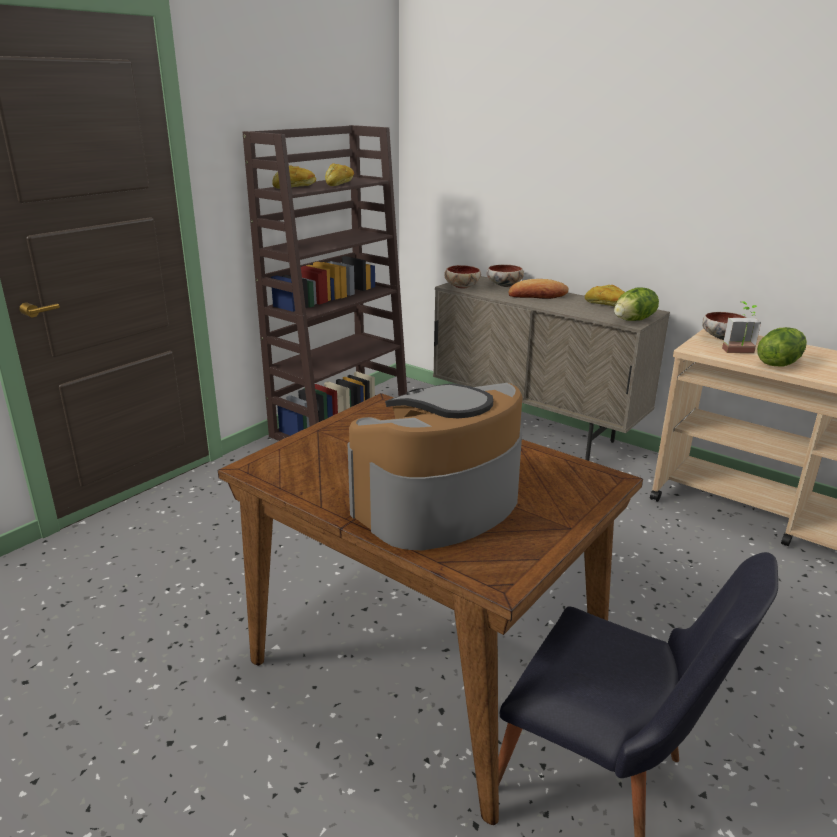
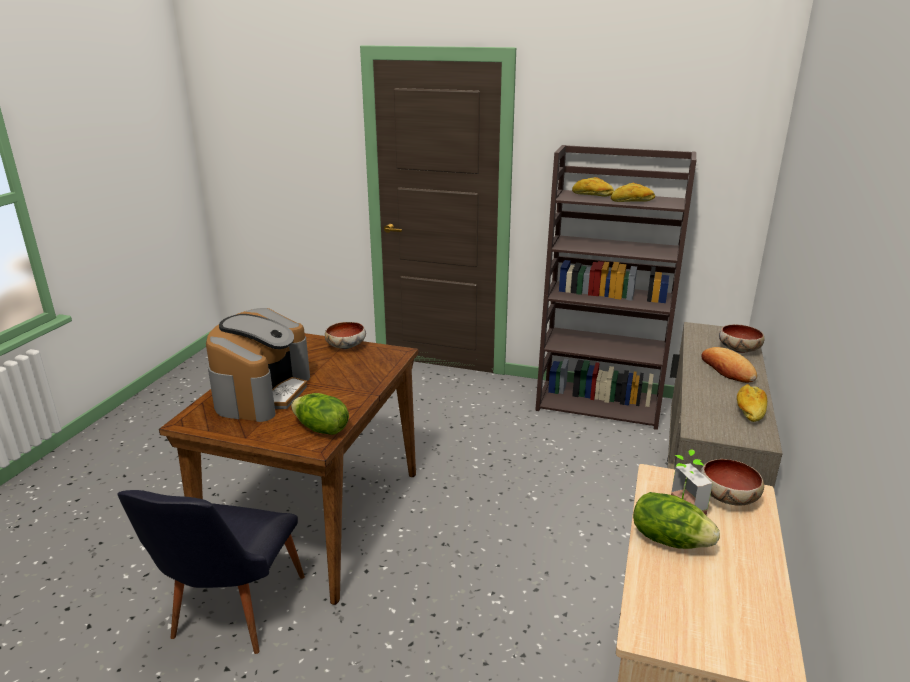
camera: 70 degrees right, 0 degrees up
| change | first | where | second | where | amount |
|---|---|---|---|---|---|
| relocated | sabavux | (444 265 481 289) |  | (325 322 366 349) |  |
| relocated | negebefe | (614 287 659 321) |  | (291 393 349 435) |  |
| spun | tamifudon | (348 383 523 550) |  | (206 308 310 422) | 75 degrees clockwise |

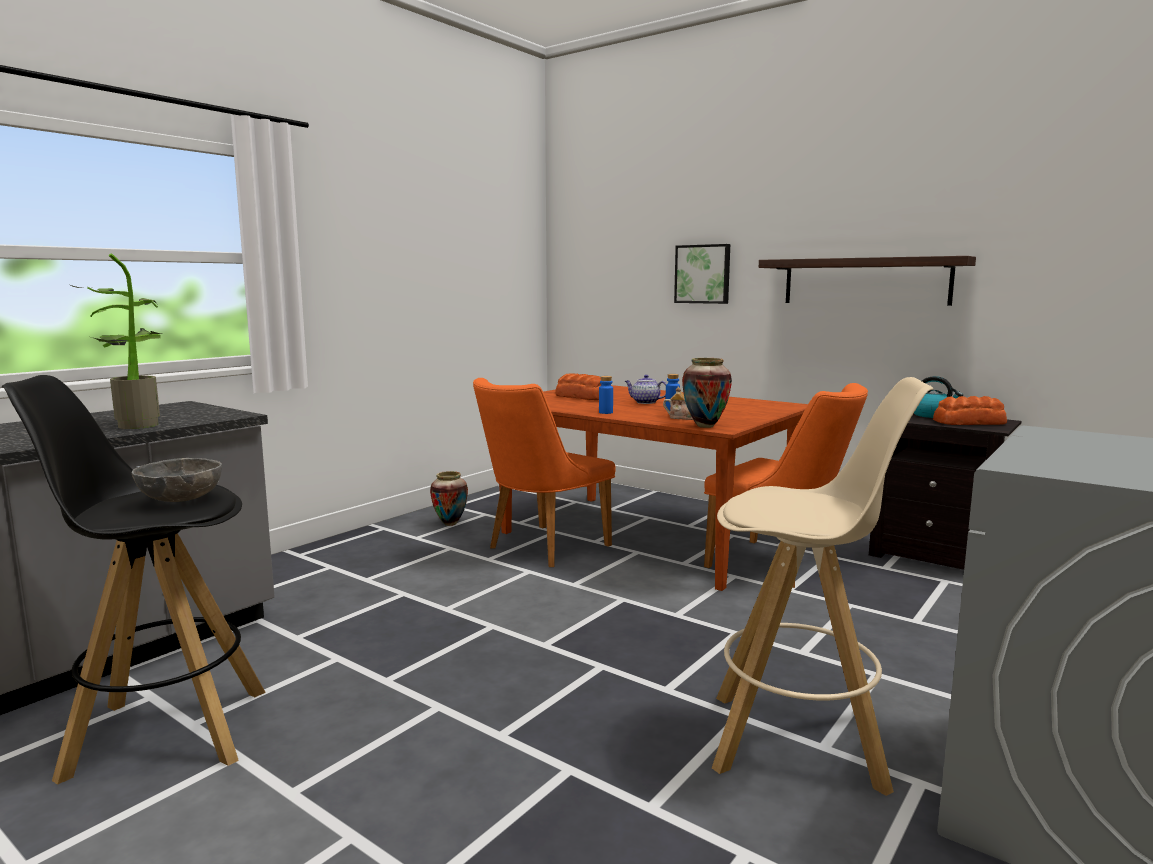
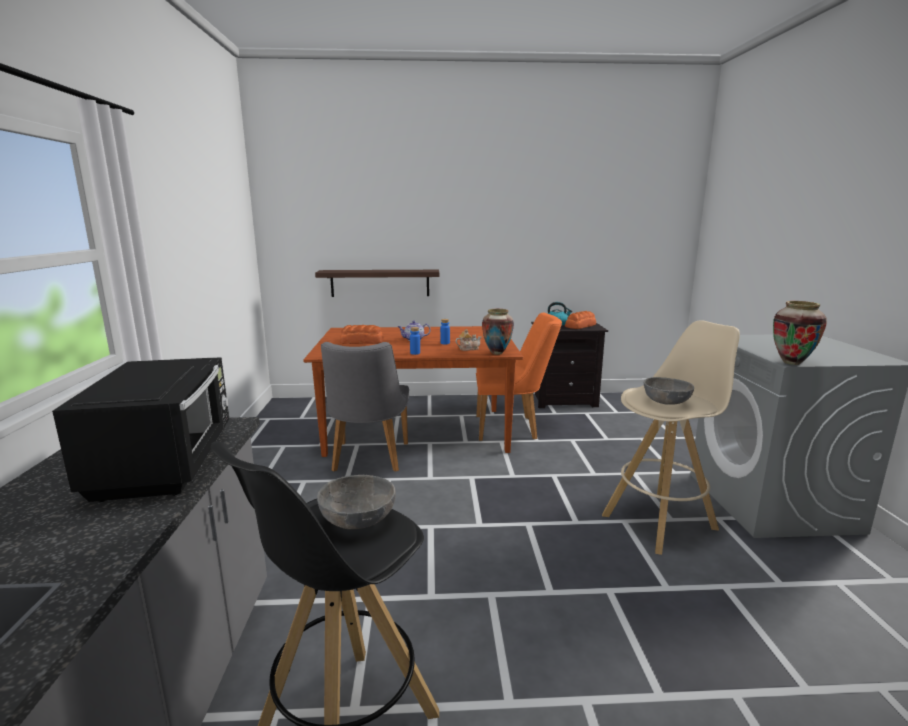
camera: 40 degrees left, 5 degrees up
| change | first | where | second | where | amount |
|---|---|---|---|---|---|
| missing | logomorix | (674 244 730 304) |  |  |  |
| exchanged | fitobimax | (71 253 161 429) | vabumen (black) | (52 357 229 502) |  |
| relocated | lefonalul | (759 256 976 306) |  | (315 270 439 297) |  |
| colour | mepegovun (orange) | (473 378 616 567) | mepegovun (grey) | (321 342 409 472) |  |
| relocated | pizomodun | (430 471 468 526) |  | (773 301 827 365) |  |
| appeared |  |  | sabavux (grey) | (644 377 694 404) |  |

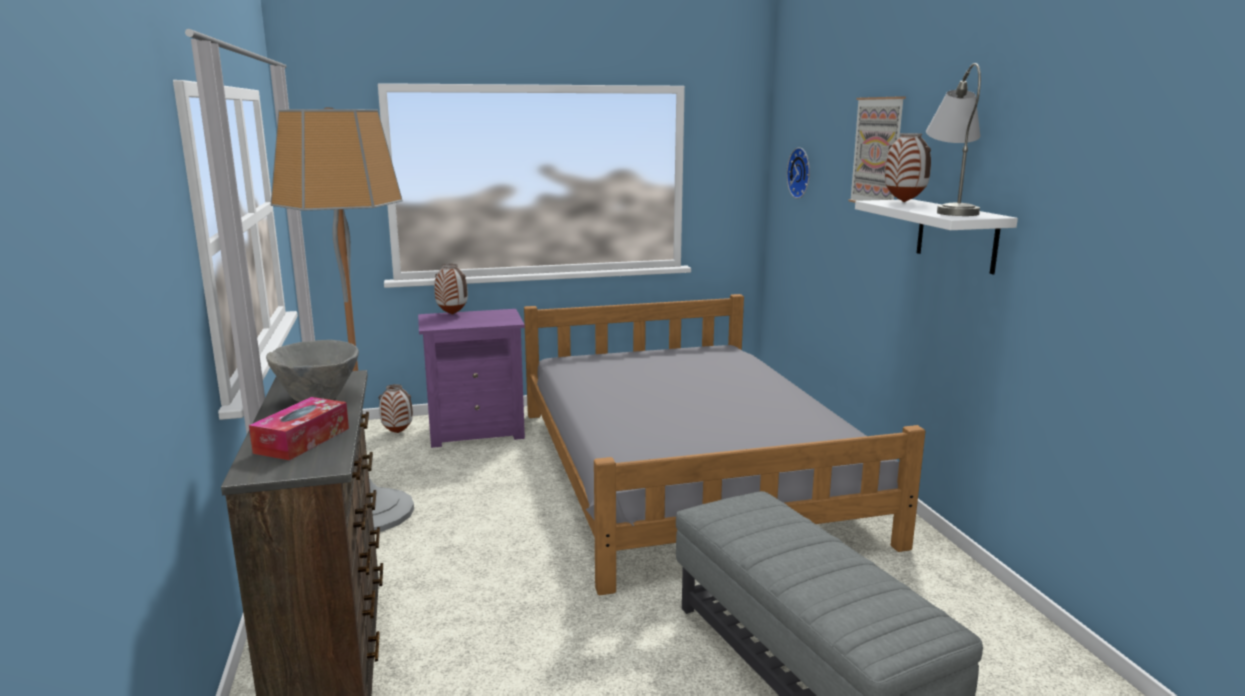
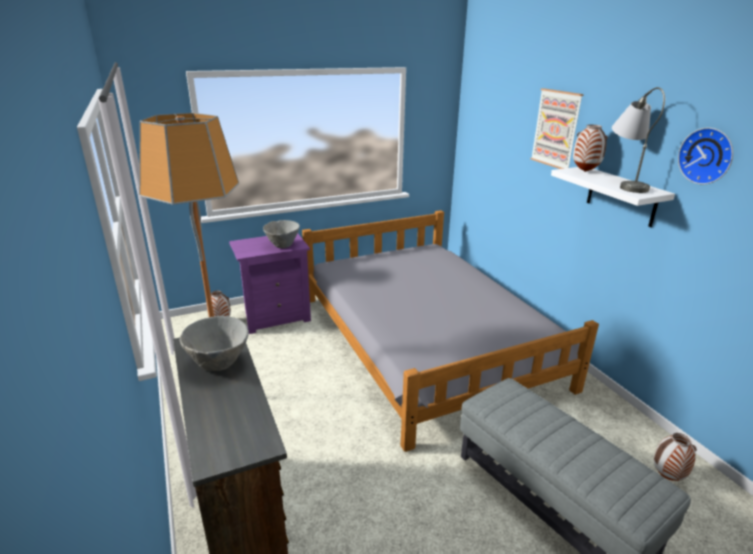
camera: 10 degrees left, 10 degrees up
| change | first | where | second | where | amount |
|---|---|---|---|---|---|
| relocated | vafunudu | (787 148 810 199) |  | (678 128 733 184) |  |
| relocated | pizomodun | (434 264 468 315) |  | (654 433 697 481) |  |
| missing | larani | (249 397 349 460) |  |  |  |
| appeared |  |  | sabavux (grey) | (263 220 300 248) |  |

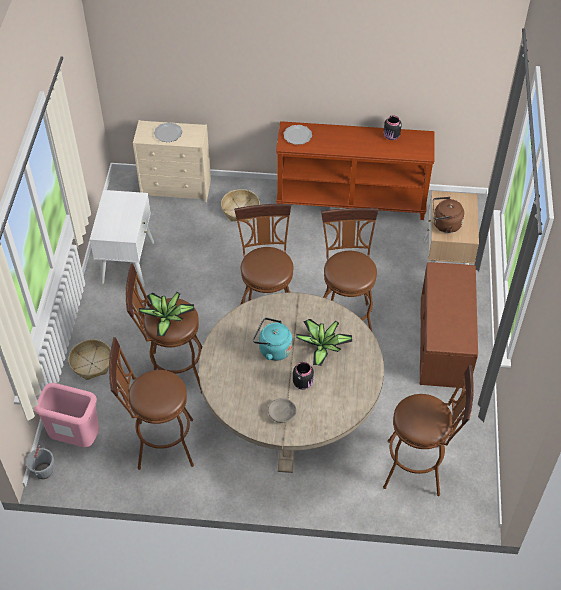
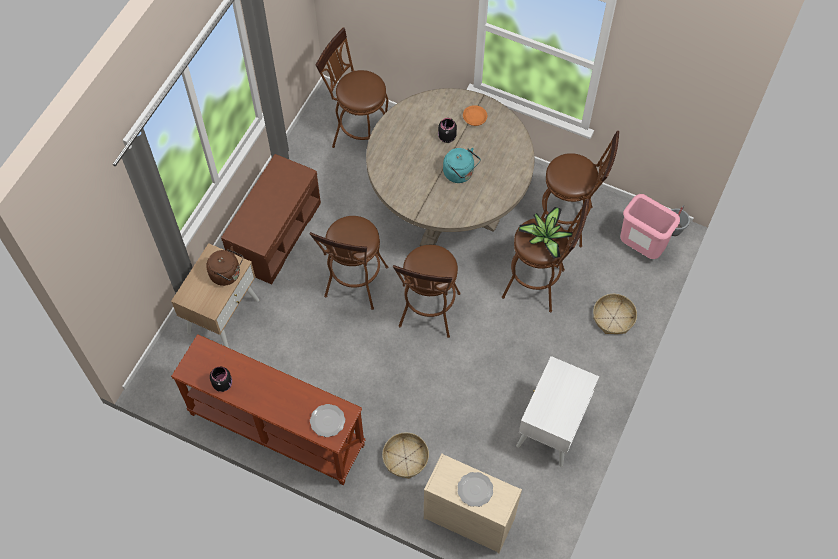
camera: 160 degrees left, 10 degrees up
| change | first | where | second | where | amount |
|---|---|---|---|---|---|
| missing | fitobimax | (296 319 352 366) |  |  |  |
| colour | sabavux (grey) | (268 398 296 423) | sabavux (orange) | (463 105 487 126) |  |

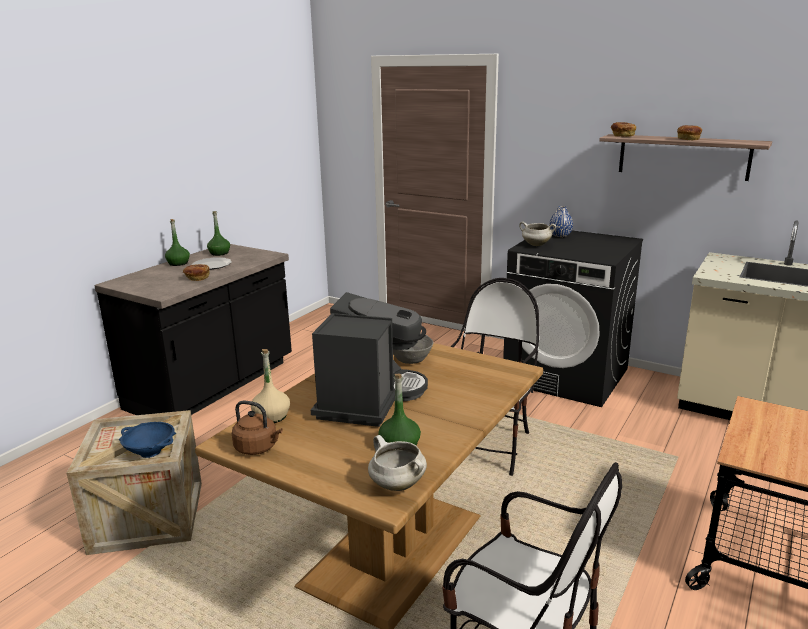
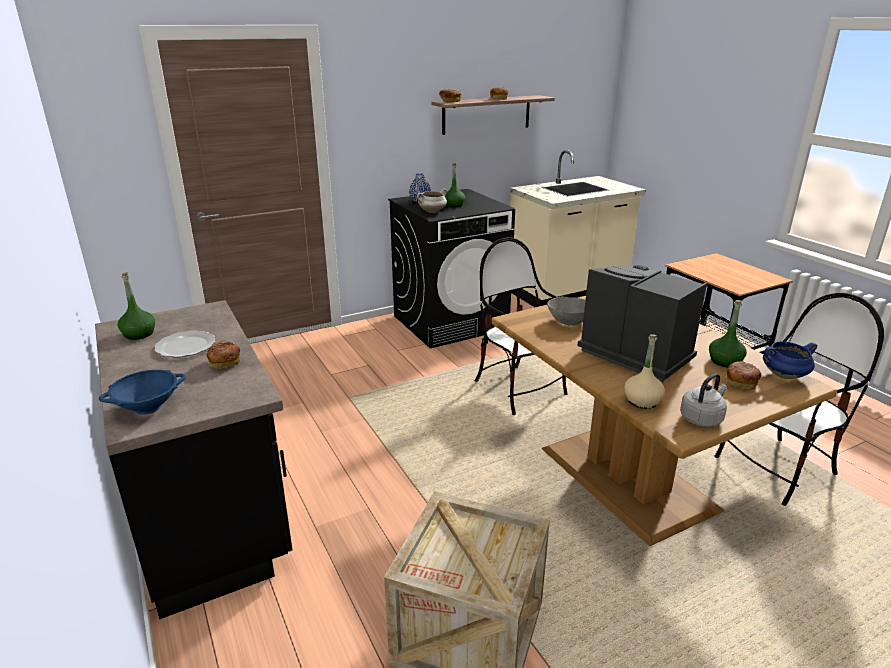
camera: 60 degrees left, 5 degrees up
| change | first | where | second | where | amount |
|---|---|---|---|---|---|
| relocated | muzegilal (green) | (165 219 190 266) |  | (445 163 465 207) |  |
| colour | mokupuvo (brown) | (232 400 283 455) | mokupuvo (grey) | (680 373 727 427) |  |
| relocated | sabavux (blue) | (119 422 176 458) |  | (99 370 186 415) |  |
| colour | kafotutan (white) | (368 435 427 491) | kafotutan (blue) | (763 341 817 379) |  |
| appeared |  |  | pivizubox | (725 361 761 390) |  |

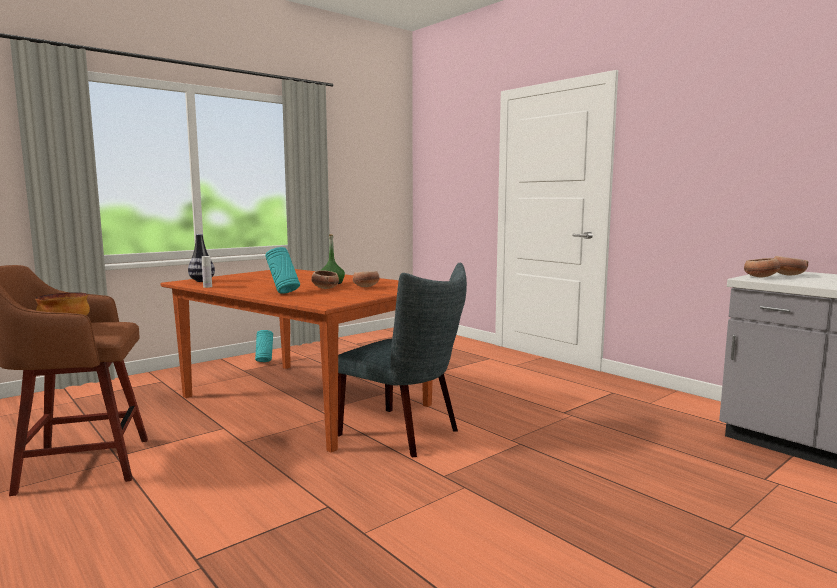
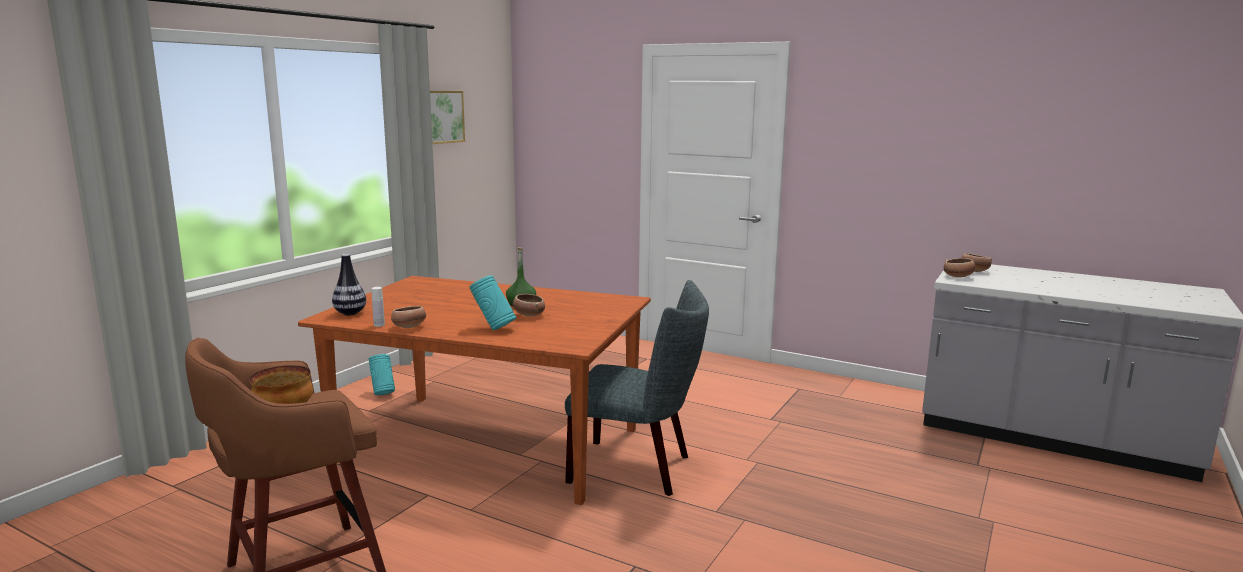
camera: 20 degrees left, 5 degrees up
| change | first | where | second | where | amount |
|---|---|---|---|---|---|
| relocated | sabavux | (353 271 380 287) |  | (391 306 426 328) |  |
| appeared |  |  | logomorix | (430 91 465 144) |  |

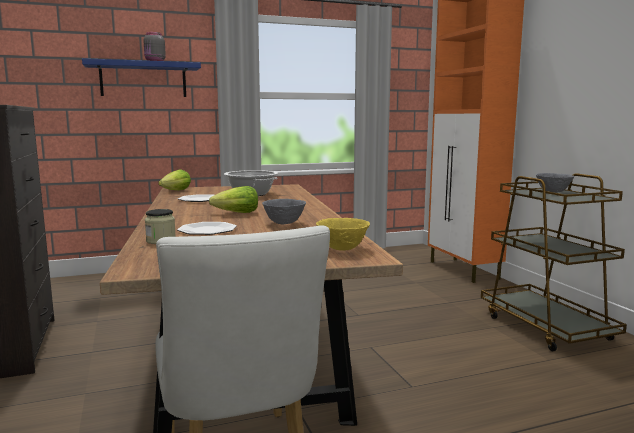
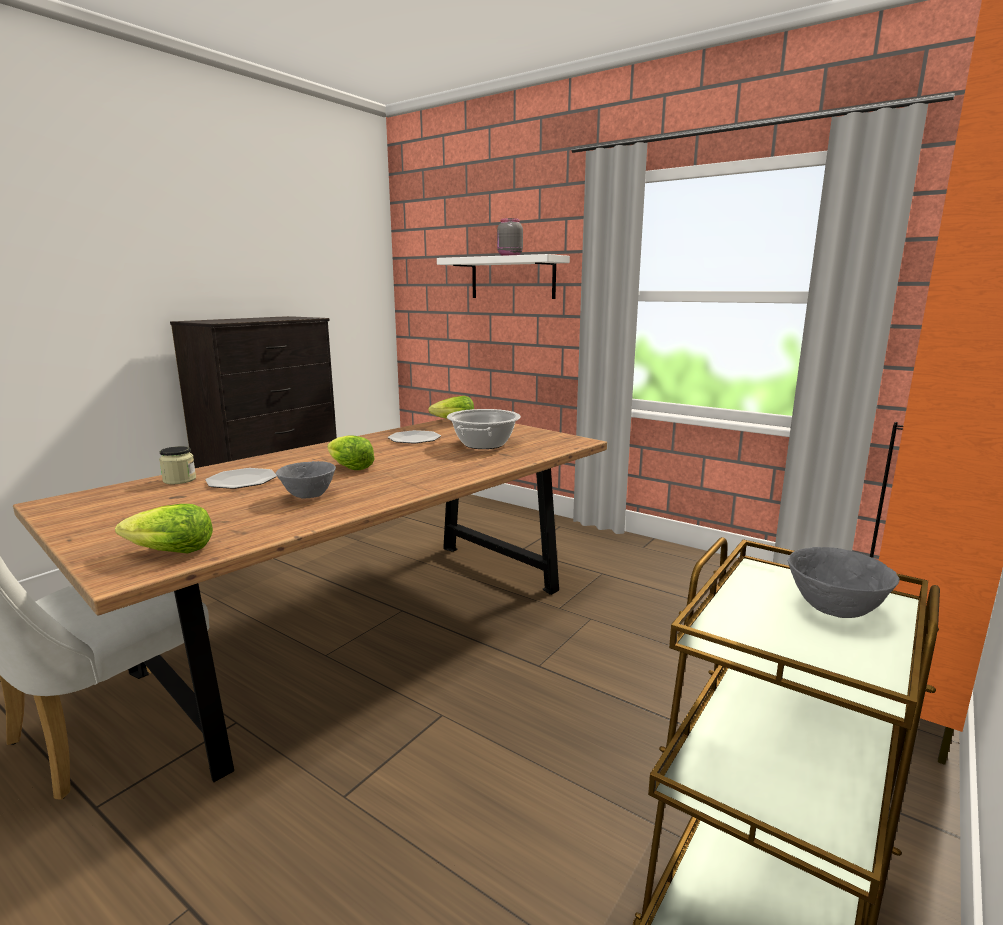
camera: 55 degrees right, 5 degrees up
| change | first | where | second | where | amount |
|---|---|---|---|---|---|
| colour | lefonalul (blue) | (82 58 201 97) | lefonalul (white) | (437 254 570 299) |  |
| exchanged | sabavux (yellow) | (316 218 370 251) | negebefe | (115 504 213 553) |  |

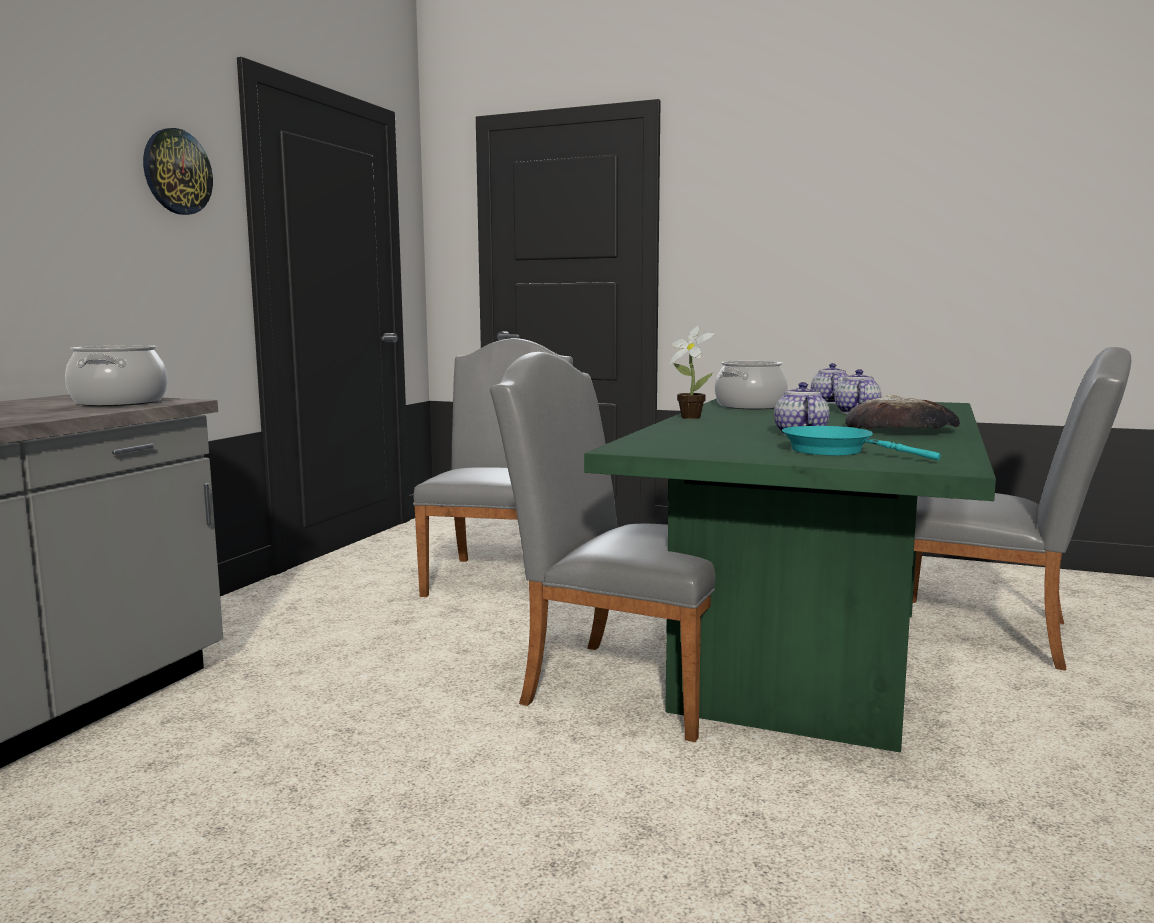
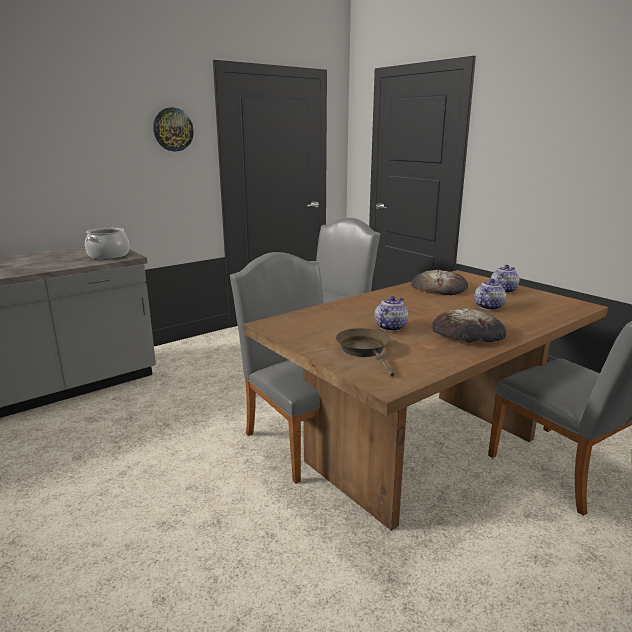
camera: 30 degrees right, 10 degrees up
| change | first | where | second | where | amount |
|---|---|---|---|---|---|
| missing | fitobimax | (670 326 715 419) |  |  |  |
| exchanged | kafotutan | (715 361 788 409) | pivizubox | (411 270 468 295) |  |
| colour | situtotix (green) | (584 398 996 752) | situtotix (brown) | (243 270 608 531) |  |
| colour | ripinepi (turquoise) | (782 426 940 460) | ripinepi (brown) | (336 328 395 377) |  |

